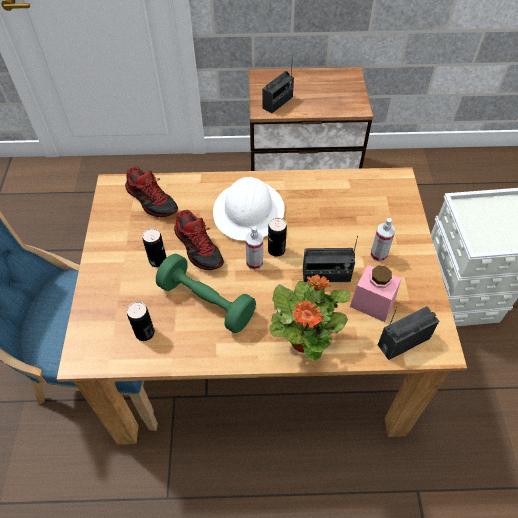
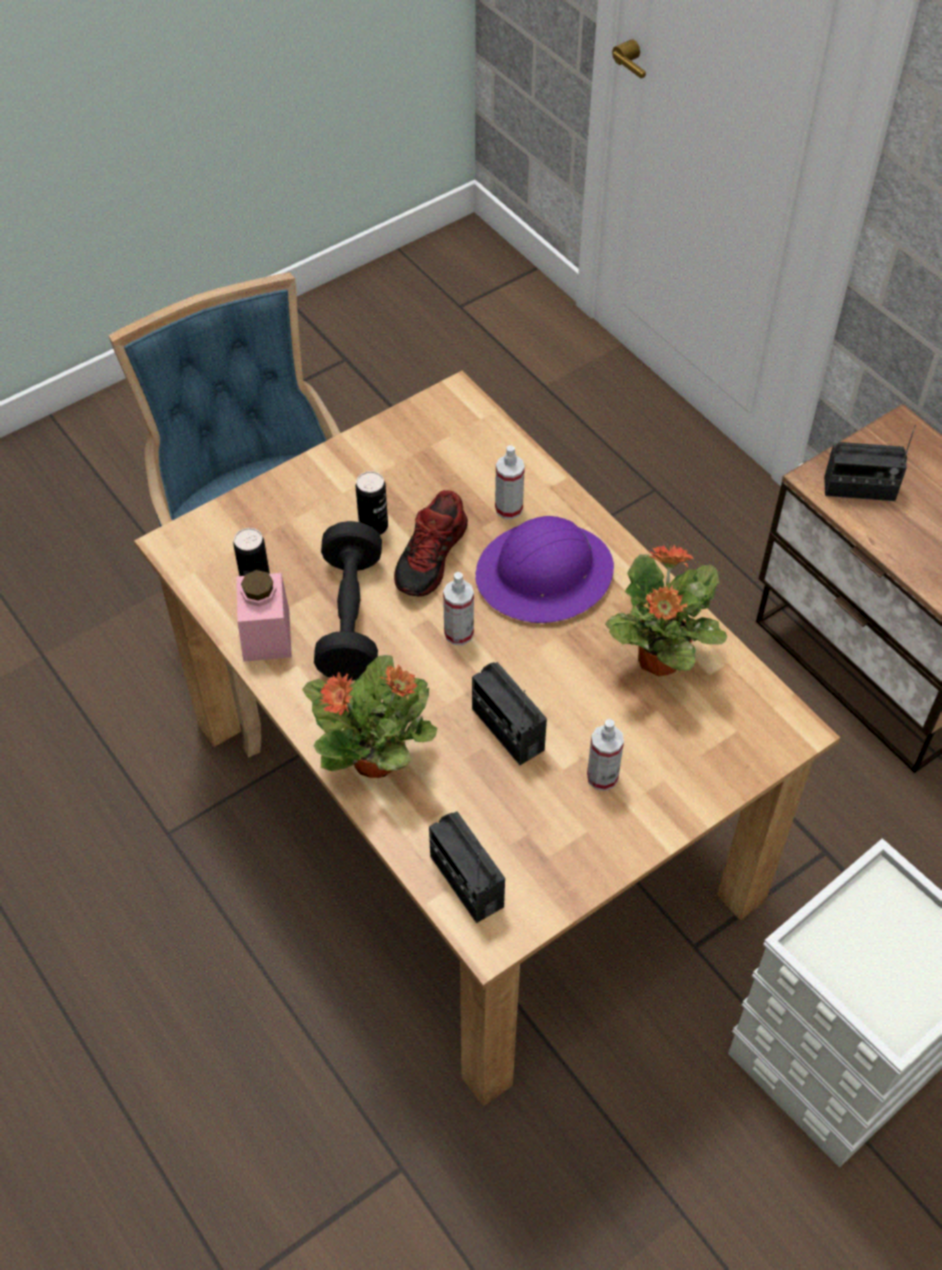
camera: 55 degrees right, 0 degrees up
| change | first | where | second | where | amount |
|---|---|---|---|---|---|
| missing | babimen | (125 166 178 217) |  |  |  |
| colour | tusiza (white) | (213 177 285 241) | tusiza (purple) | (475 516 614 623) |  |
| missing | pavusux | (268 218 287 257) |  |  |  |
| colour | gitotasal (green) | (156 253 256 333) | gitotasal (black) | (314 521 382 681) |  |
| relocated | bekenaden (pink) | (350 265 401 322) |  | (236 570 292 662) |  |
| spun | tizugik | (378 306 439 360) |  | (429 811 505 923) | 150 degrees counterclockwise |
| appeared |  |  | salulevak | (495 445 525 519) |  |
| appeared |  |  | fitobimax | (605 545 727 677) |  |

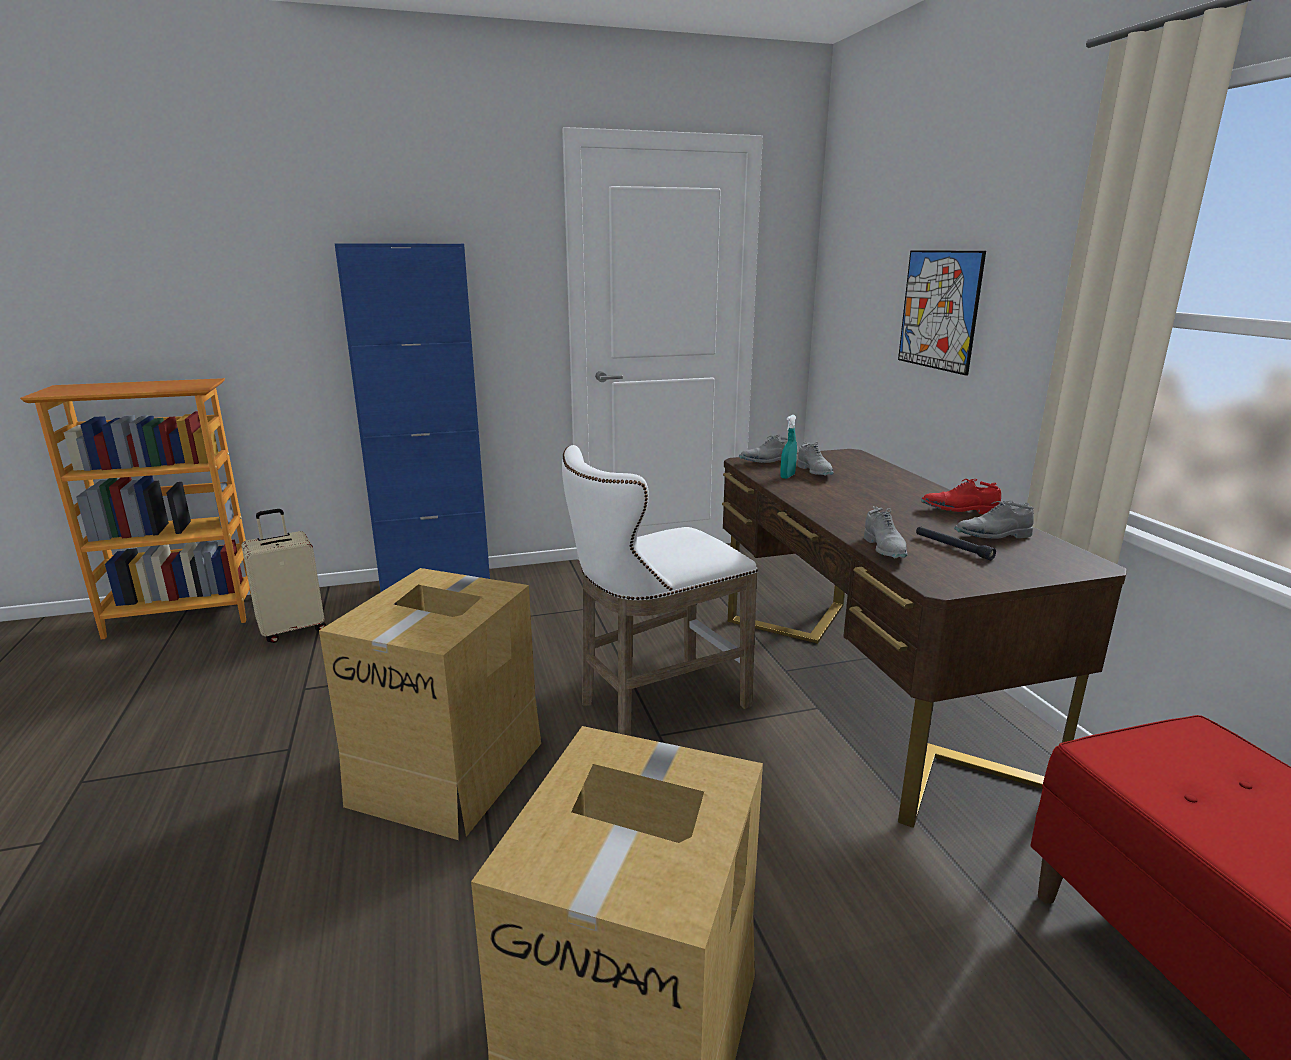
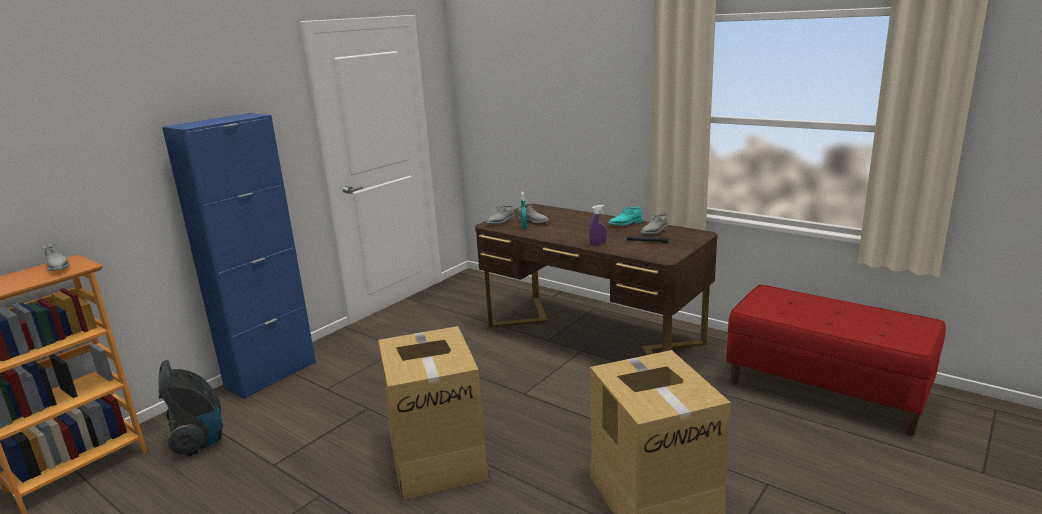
camera: 35 degrees left, 0 degrees up
| change | first | where | second | where | amount |
|---|---|---|---|---|---|
| missing | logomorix | (898 250 986 376) |  |  |  |
| missing | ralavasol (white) | (562 445 758 736) |  |  |  |
| colour | babimen (red) | (921 479 1001 514) | babimen (turquoise) | (608 206 642 226) |  |
| relocated | babimen (grey) | (864 506 908 558) |  | (42 243 70 271) |  |
| exchanged | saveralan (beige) | (241 509 326 643) | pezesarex | (158 360 223 456) |  |
| appeared |  |  | salulevak (purple) | (589 205 607 245) |  |

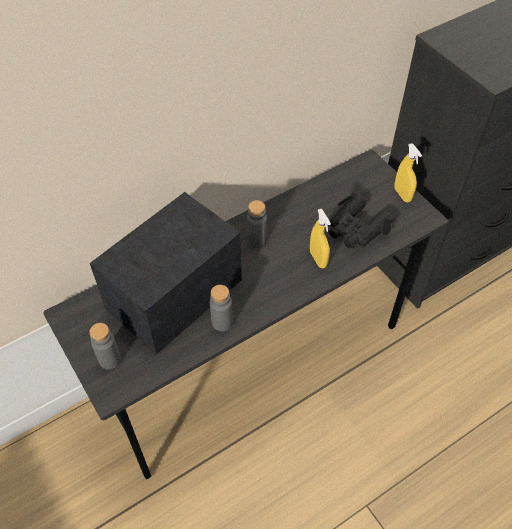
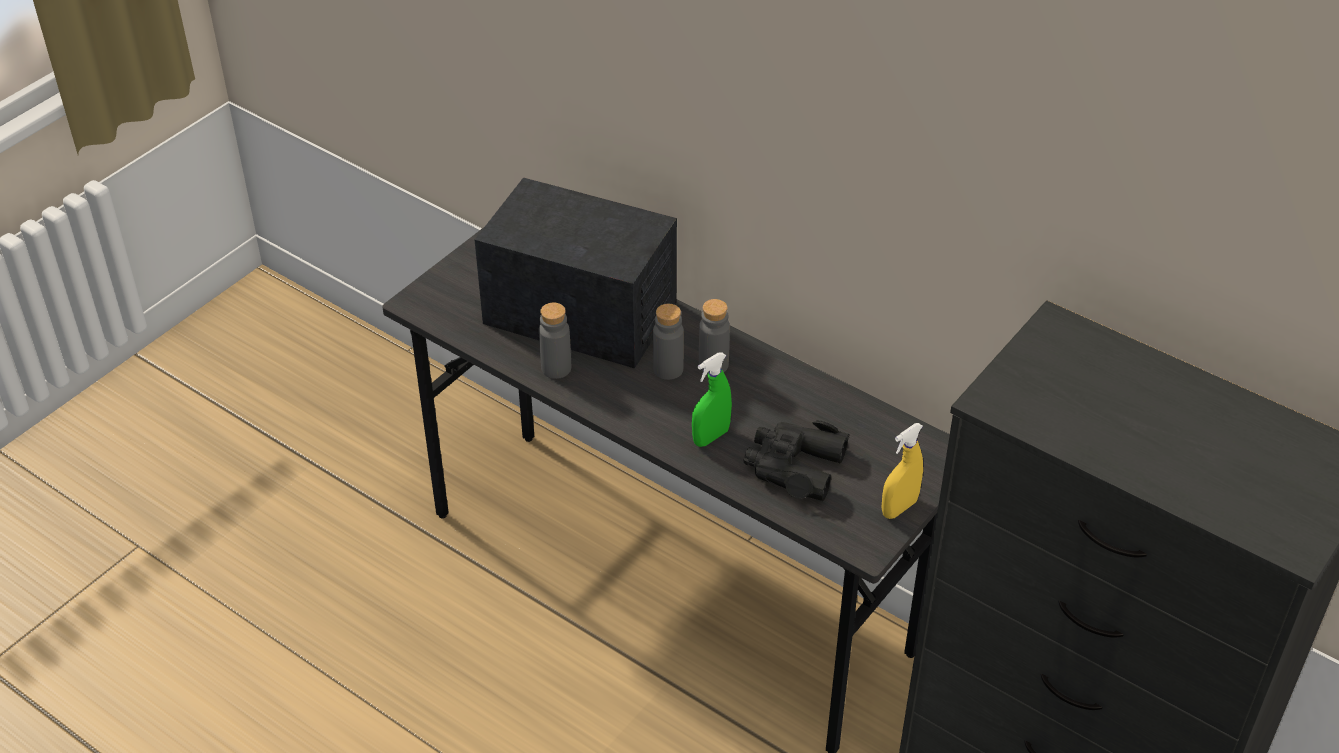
camera: 70 degrees right, 10 degrees down
| change | first | where | second | where | amount |
|---|---|---|---|---|---|
| colour | salulevak (yellow) | (310 209 331 269) | salulevak (green) | (692 353 732 447) |  |
| relocated | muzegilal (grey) | (89 323 121 369) |  | (653 304 684 380) |  |

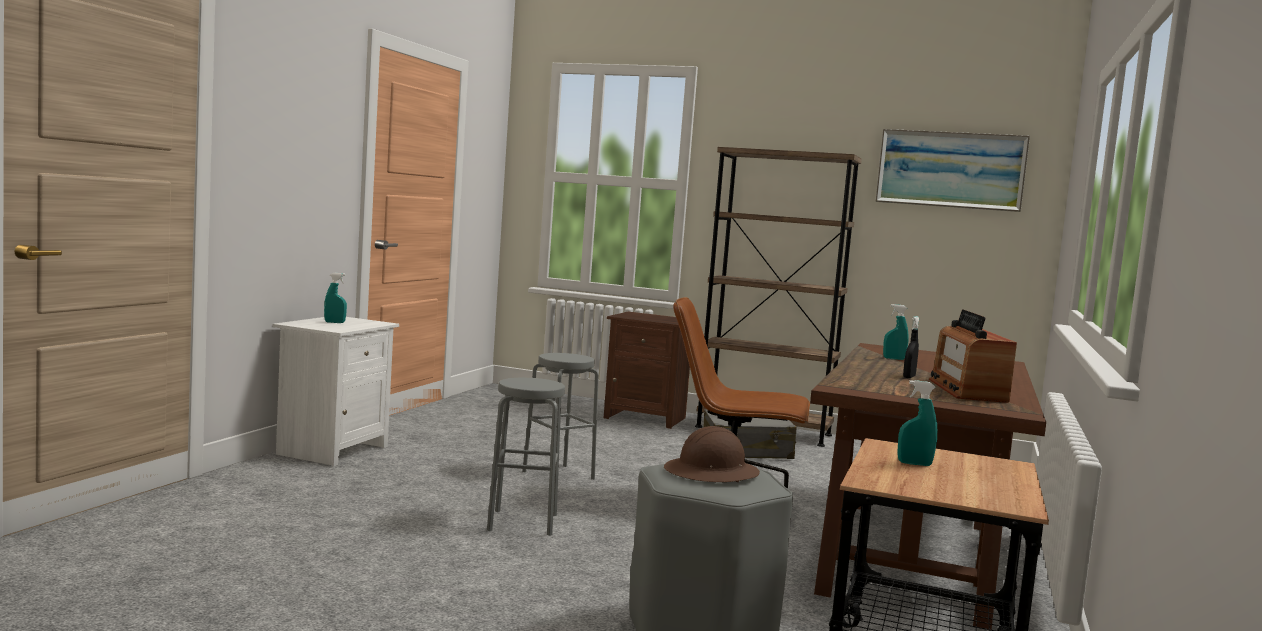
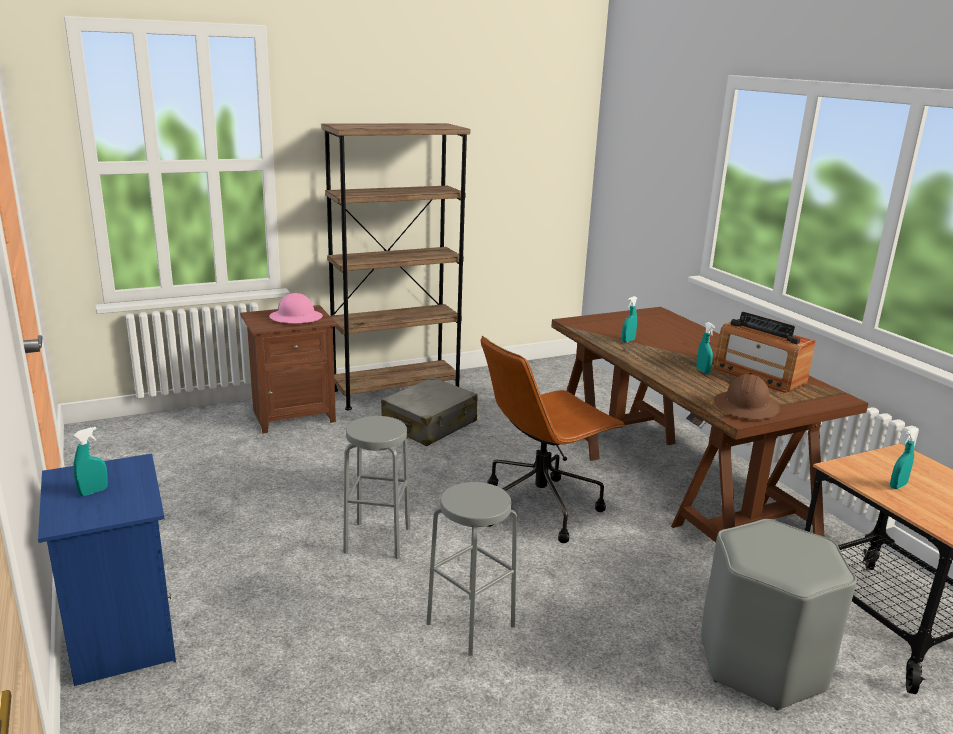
camera: 45 degrees left, 15 degrees up
| change | first | where | second | where | amount |
|---|---|---|---|---|---|
| missing | logomorix | (875 129 1030 212) |  |  |  |
| colour | salulevak (black) | (903 316 919 378) | salulevak (turquoise) | (696 322 715 374) |  |
| colour | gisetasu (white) | (273 317 399 467) | gisetasu (blue) | (38 454 176 686) |  |
| relocated | tusiza (brown) | (664 426 760 482) |  | (714 374 780 419) |  |
| appeared |  |  | tusiza (pink) | (269 293 323 323) |  |

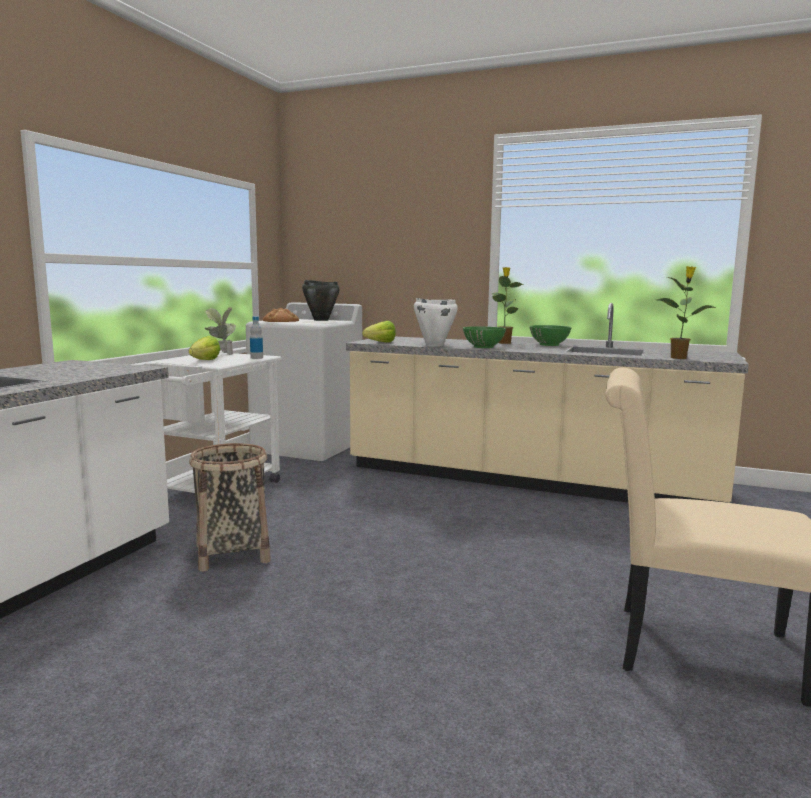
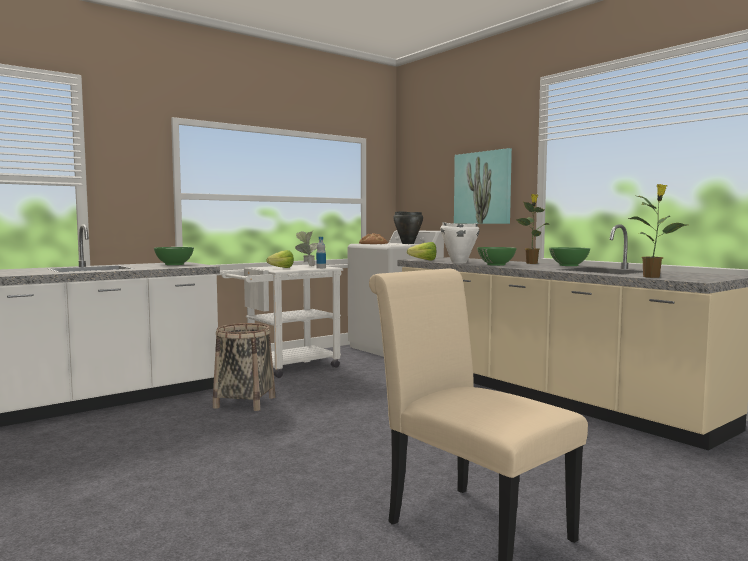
camera: 30 degrees right, 5 degrees down
| change | first | where | second | where | amount |
|---|---|---|---|---|---|
| appeared |  |  | logomorix | (454 148 512 224) |  |
| appeared |  |  | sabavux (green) | (154 247 194 265) |  |

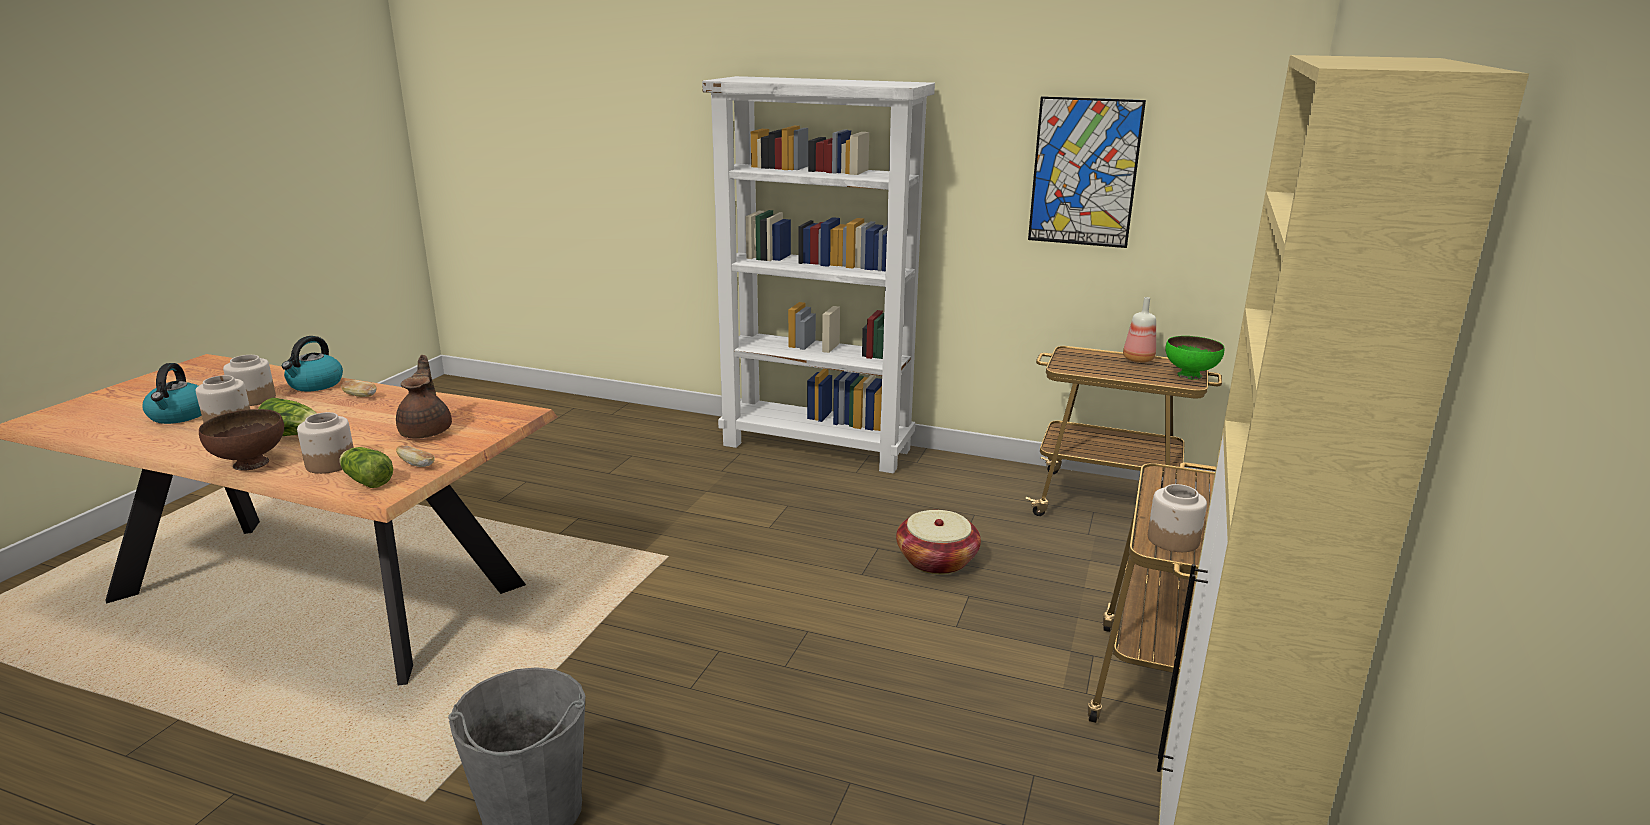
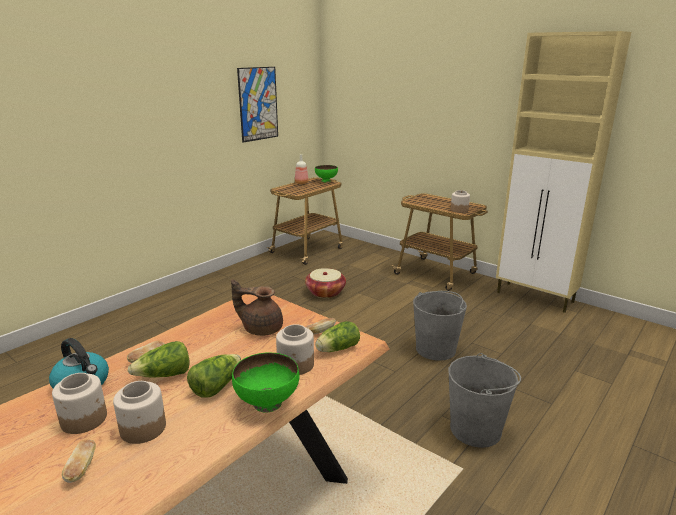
camera: 70 degrees left, 0 degrees up
| change | first | where | second | where | amount |
|---|---|---|---|---|---|
| missing | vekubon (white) | (702 76 935 473) |  |  |  |
| exchanged | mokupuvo | (143 363 201 424) | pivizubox | (62 440 96 483) |  |
| colour | sabavux (brown) | (199 409 284 471) | sabavux (green) | (232 352 300 413) |  |
| appeared |  |  | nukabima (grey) | (413 291 467 361) |  |
| appeared |  |  | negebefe | (128 341 190 377) |  |

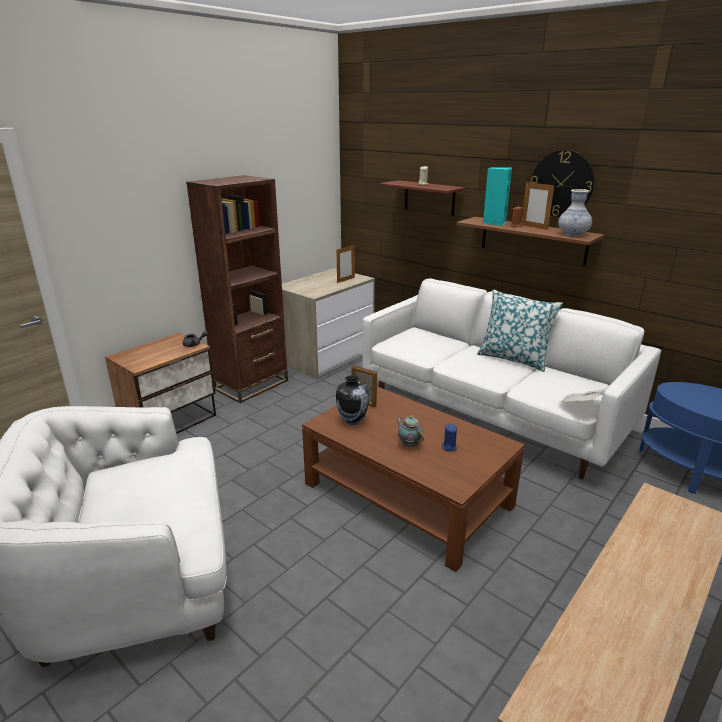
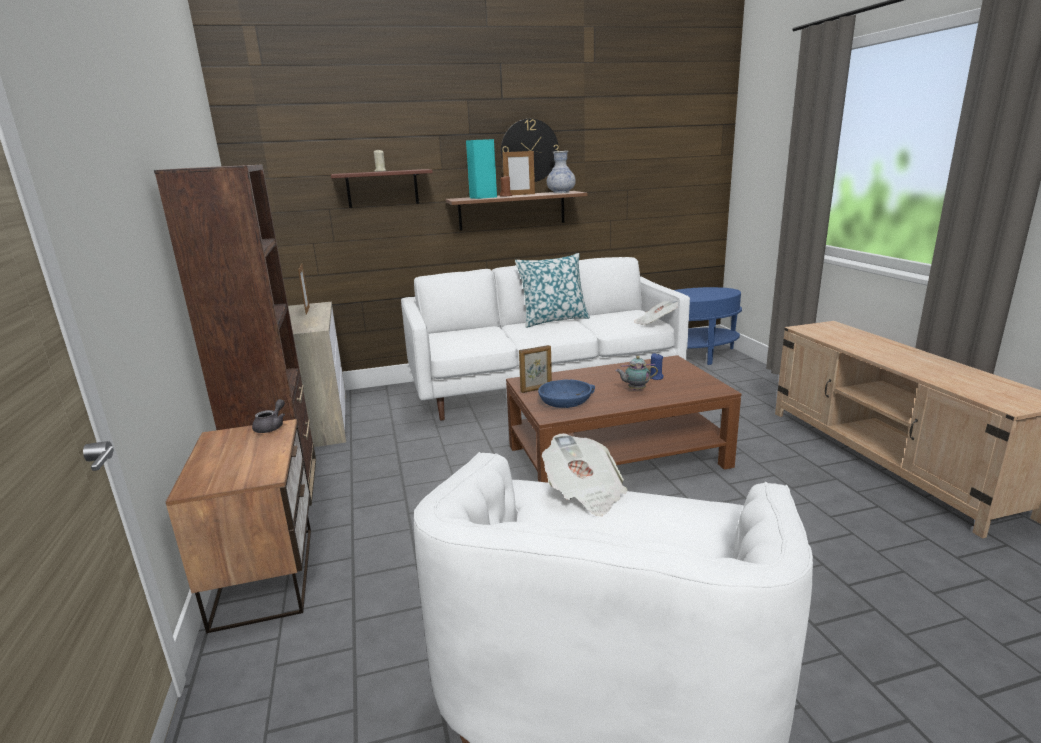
camera: 55 degrees left, 5 degrees down
| change | first | where | second | where | amount |
|---|---|---|---|---|---|
| exchanged | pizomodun | (336 375 369 425) | sabavux (blue) | (538 380 595 408) |  |
| appeared |  |  | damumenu | (542 433 628 516) |  |

